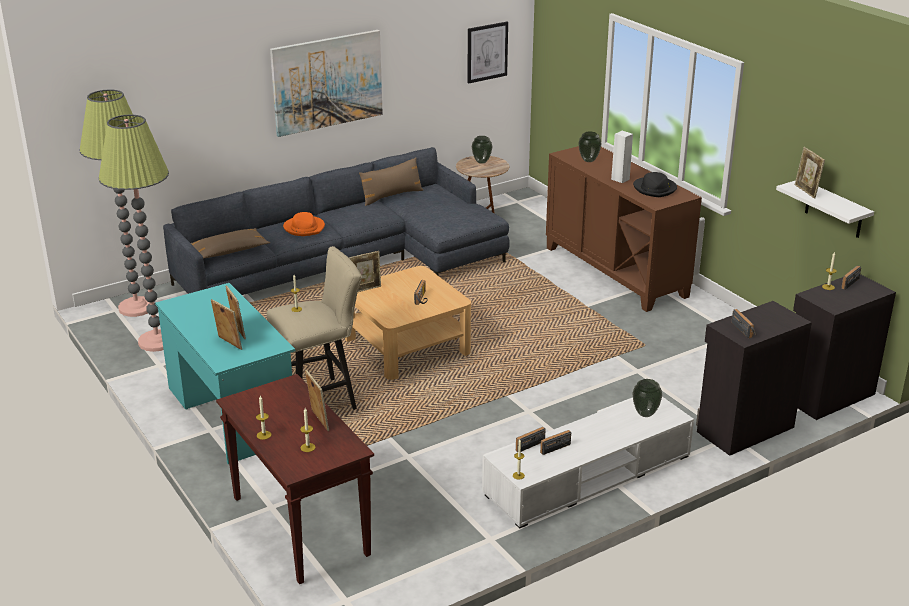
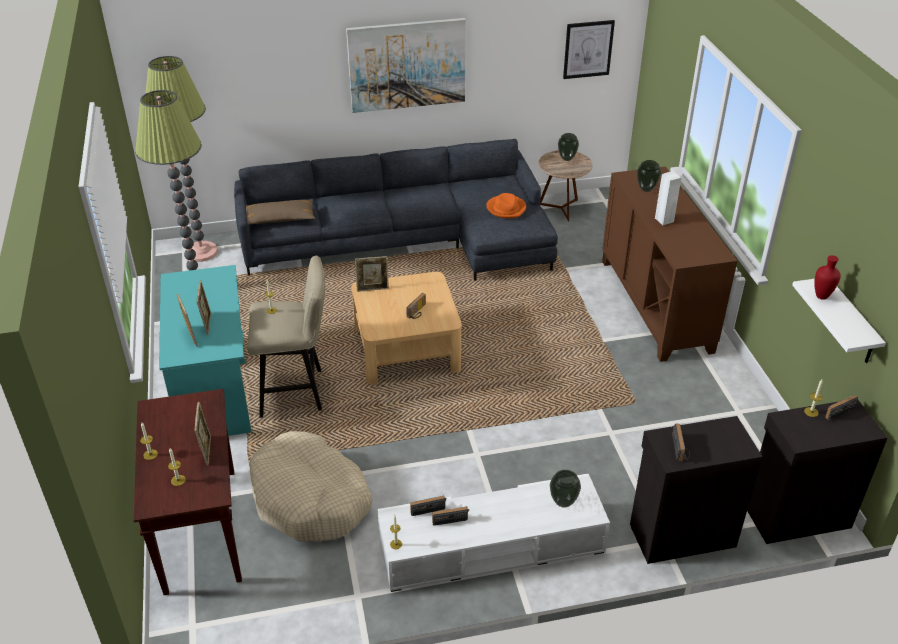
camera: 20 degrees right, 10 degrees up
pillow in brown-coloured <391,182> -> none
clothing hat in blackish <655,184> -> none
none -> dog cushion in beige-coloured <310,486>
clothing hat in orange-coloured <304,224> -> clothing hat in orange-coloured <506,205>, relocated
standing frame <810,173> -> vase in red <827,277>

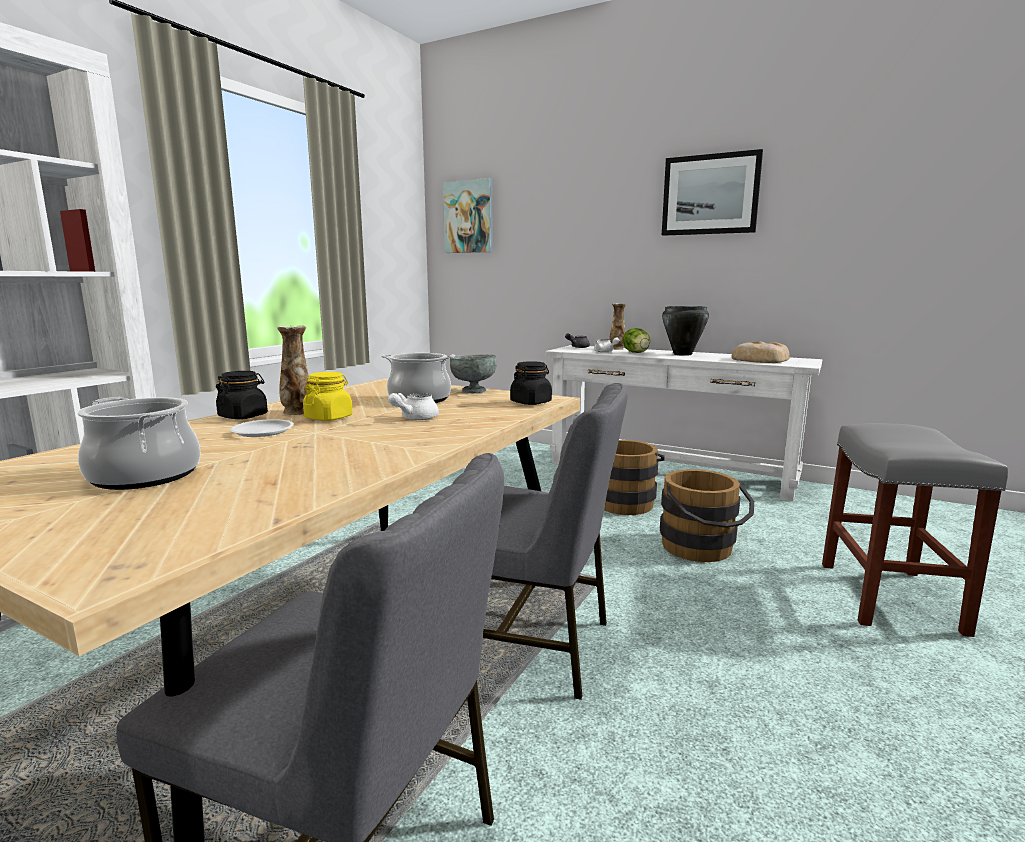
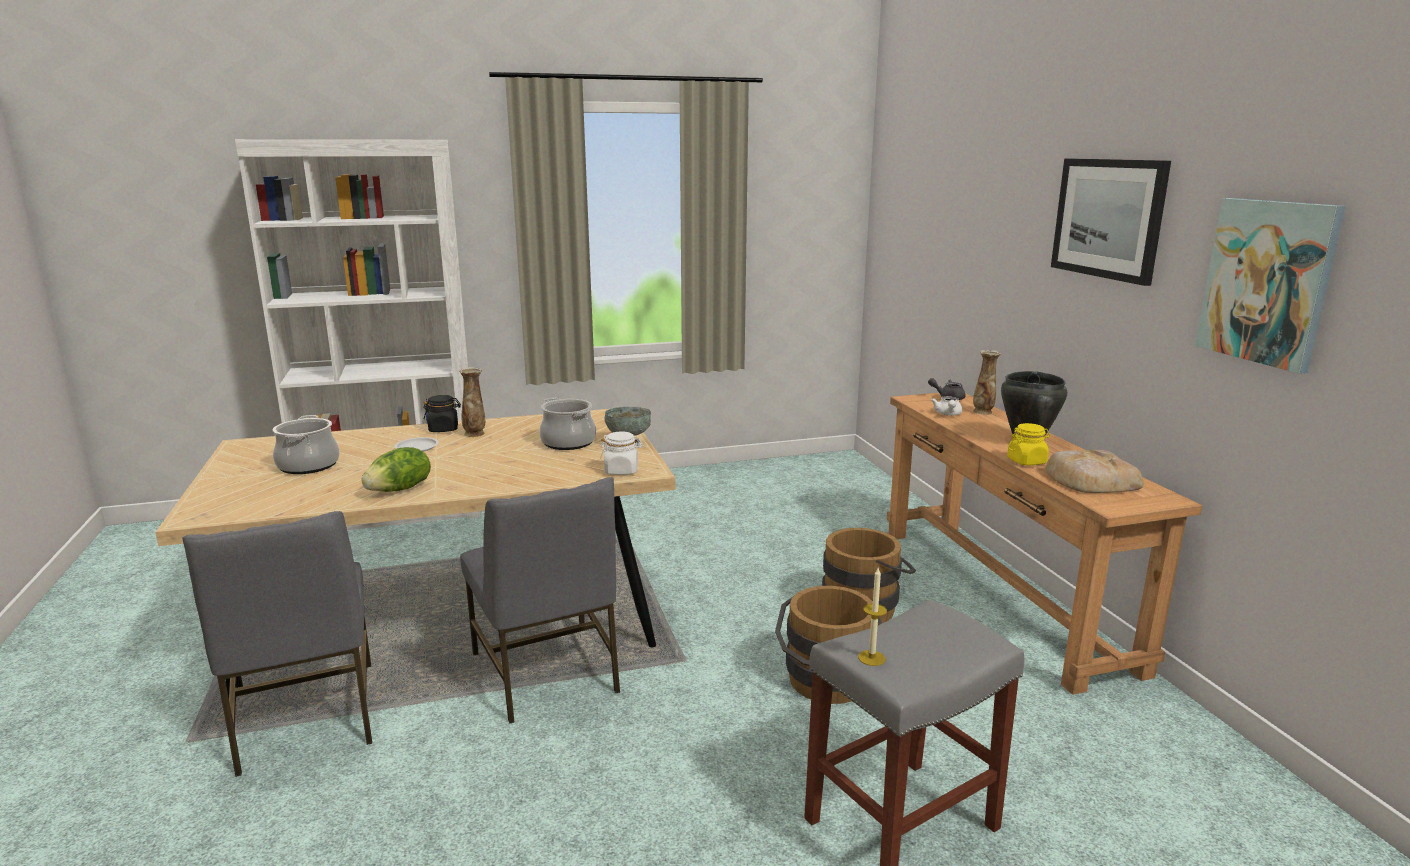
camera: 45 degrees right, 5 degrees up
tea pot in white <413,406> -> none
none -> wax light <872,617>
storage jar in yellowish <328,396> -> storage jar in yellowish <1028,444>, relocated
wall art <468,215> -> wall art <1270,286>, relocated
head of lettuce <636,340> -> head of lettuce <396,469>, relocated
storage jar in blackish <531,383> -> storage jar in white <621,453>
hall table in white <684,423> -> hall table in brown-coloured <1044,544>

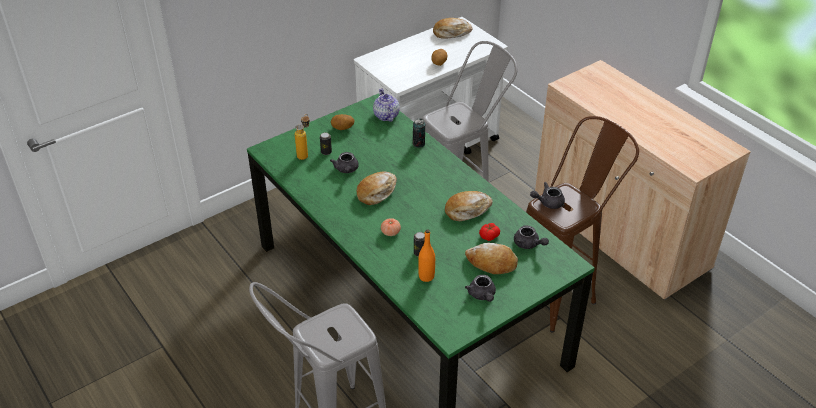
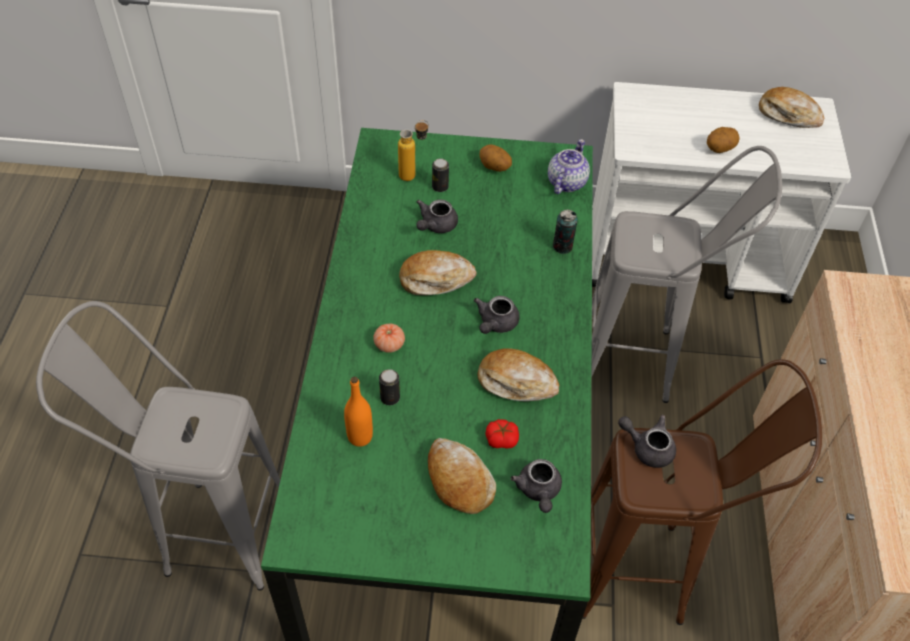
camera: 40 degrees right, 10 degrees up
tea pot in greyish <480,288> -> tea pot in greyish <496,315>, relocated

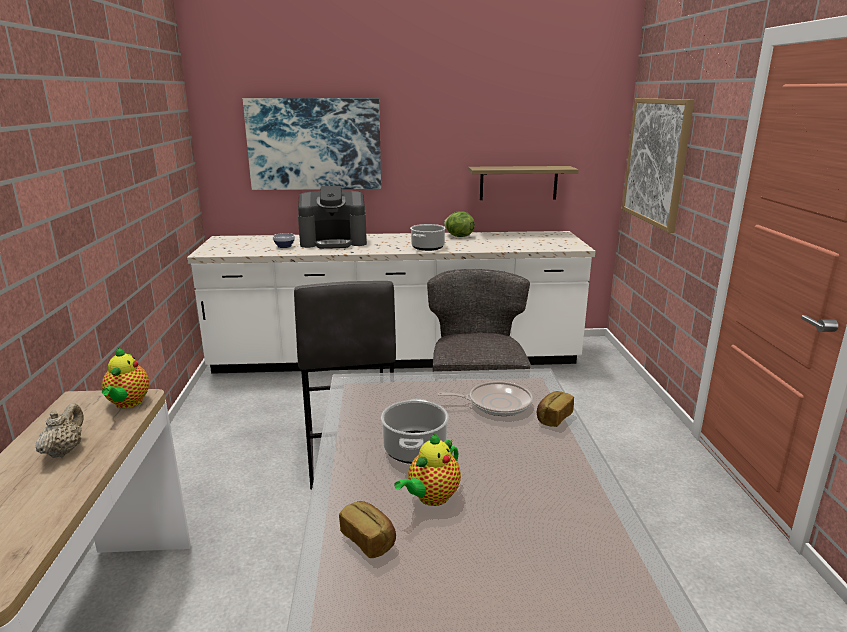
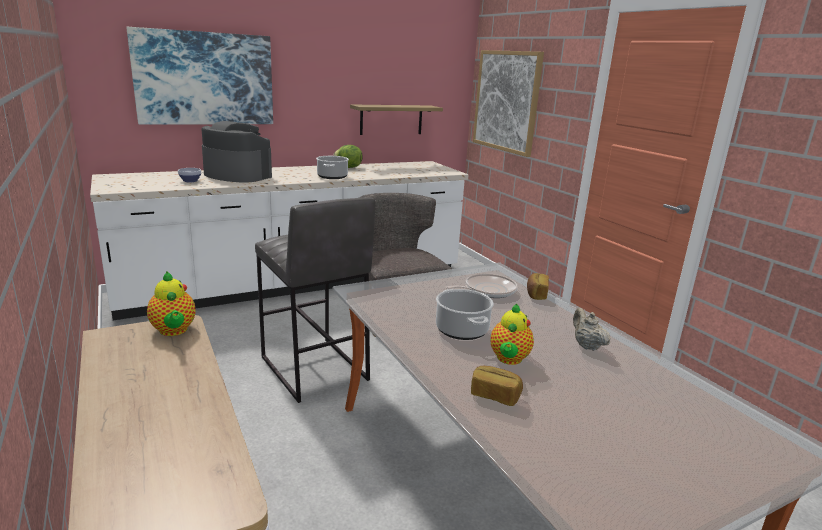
camera: 25 degrees left, 0 degrees up
tea pot in beige-coloured <60,430> -> tea pot in beige-coloured <591,329>, relocated
coffee machine <332,217> -> coffee machine <236,152>, 120 degrees counterclockwise

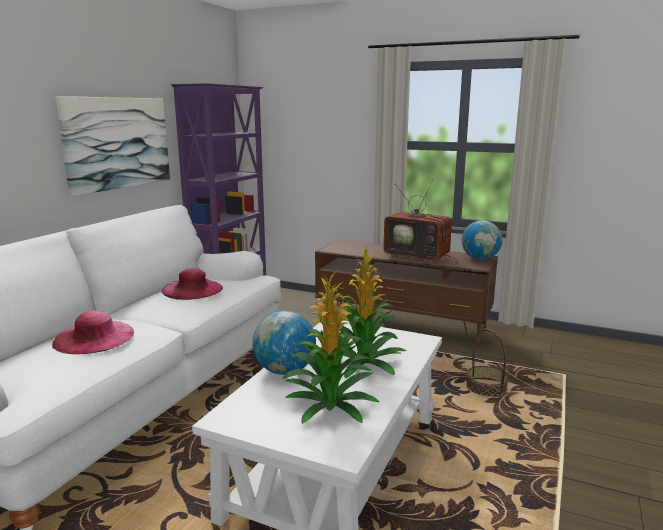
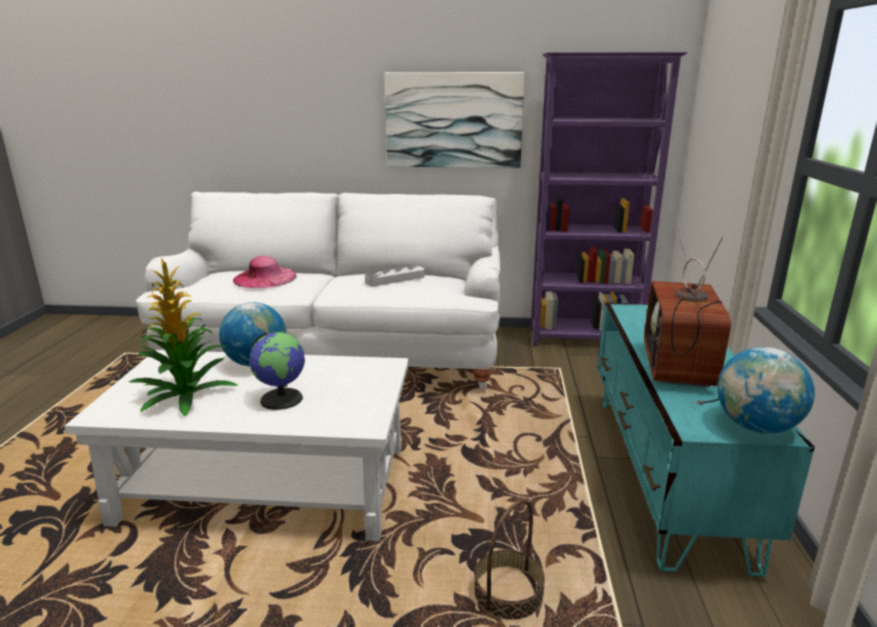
camera: 70 degrees right, 5 degrees up
clothing hat in pink <192,284> -> carrying tray in greyish <395,276>
houseplant <372,312> -> desk globe <277,371>
tv unit in brown-coloured <406,293> -> tv unit in blue-green <706,440>

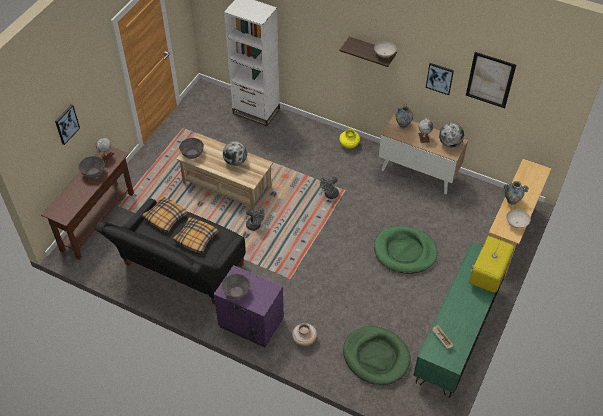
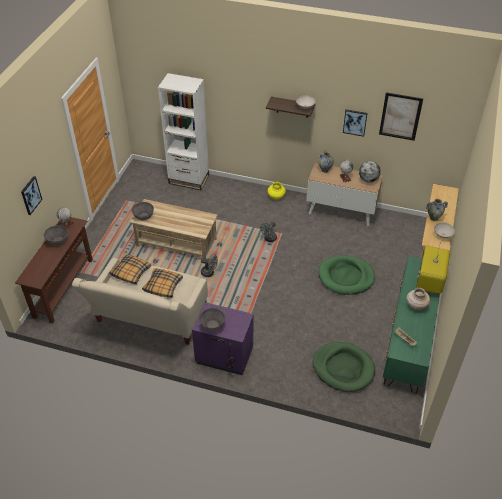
camera: 10 degrees left, 5 degrees down
desk globe <235,153> -> none
vase in beige-coloured <304,334> -> vase in beige-coloured <418,299>, relocated
couch in blackish <170,251> -> couch in beige-coloured <140,301>

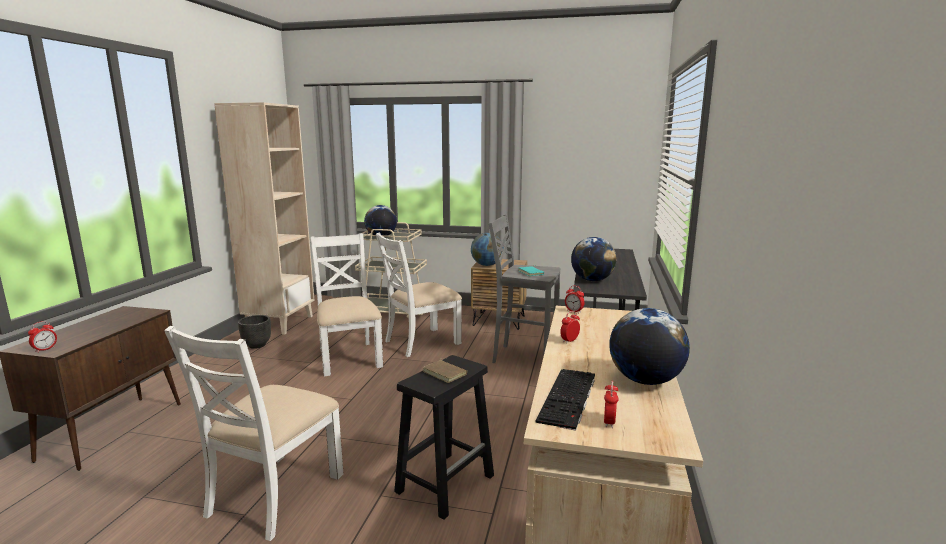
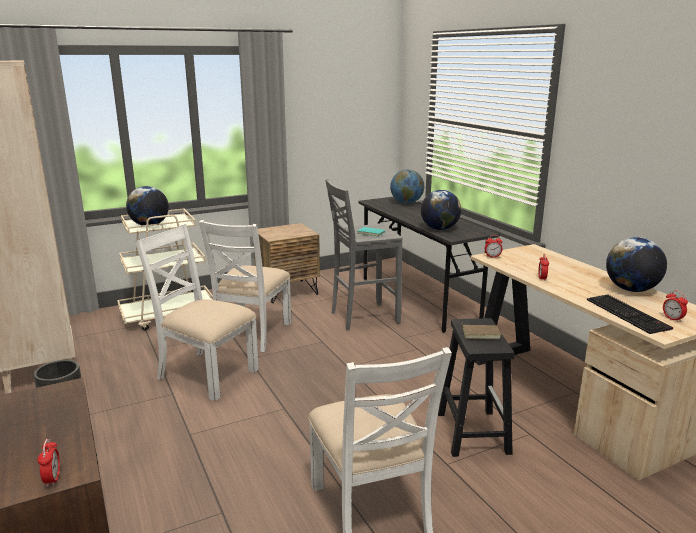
camera: 40 degrees left, 5 degrees up
desk globe <487,249> -> desk globe <407,186>, relocated

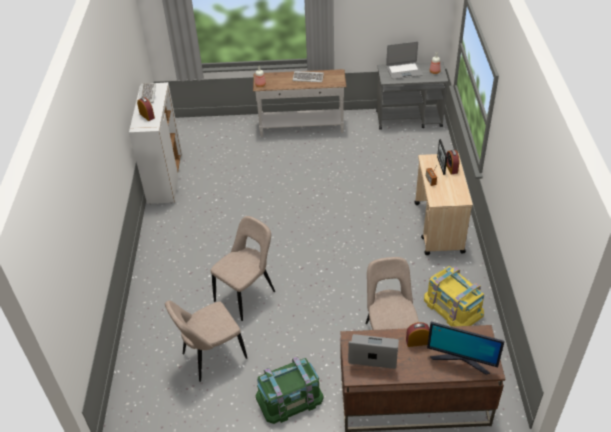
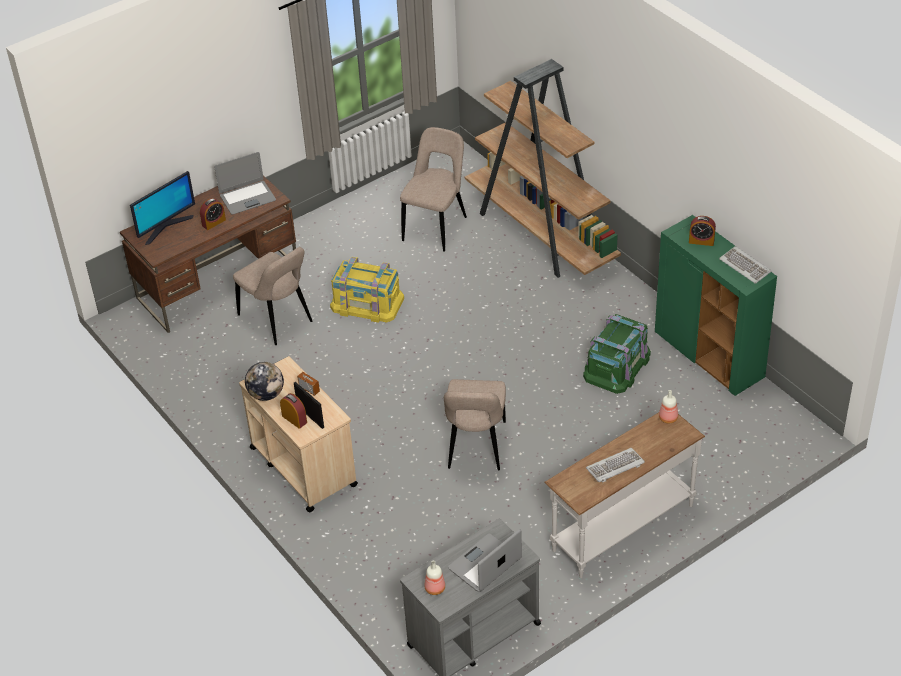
camera: 145 degrees right, 0 degrees up
none -> desk globe <264,381>
none -> bookcase in brown-coloured <543,168>
plain chair in beige-coloured <243,268> -> plain chair in beige-coloured <475,424>, relocated
storage box in greenish <290,390> -> storage box in greenish <617,354>, relocated
storage box in yellowish <454,296> -> storage box in yellowish <367,290>, relocated
cabinet in white <155,143> -> cabinet in greenish <716,305>
computer display <466,348> -> computer display <162,208>, 150 degrees clockwise

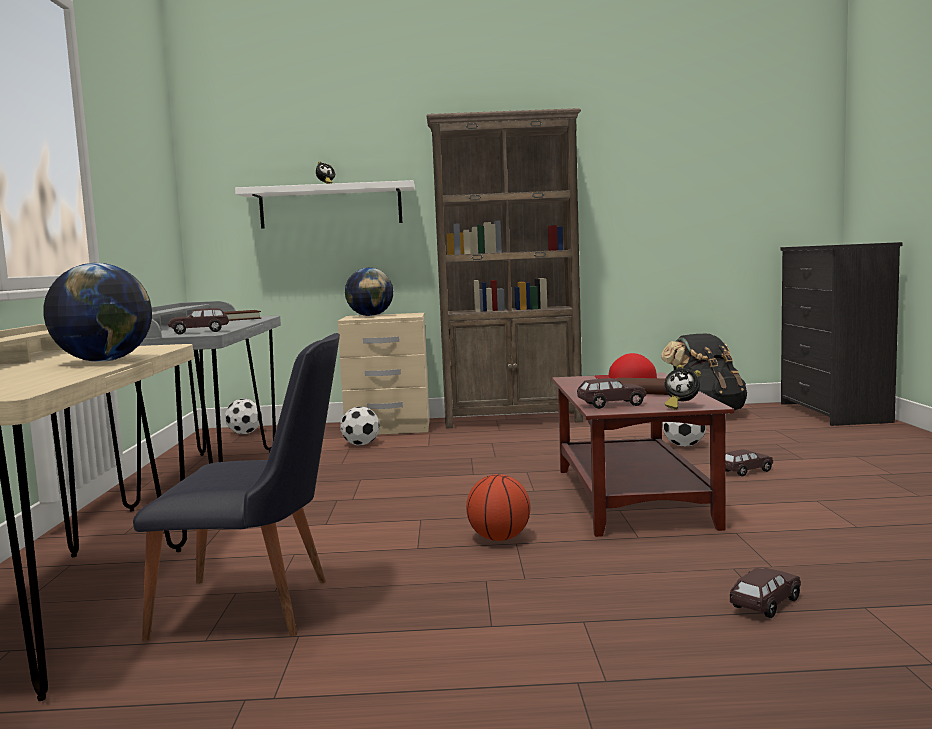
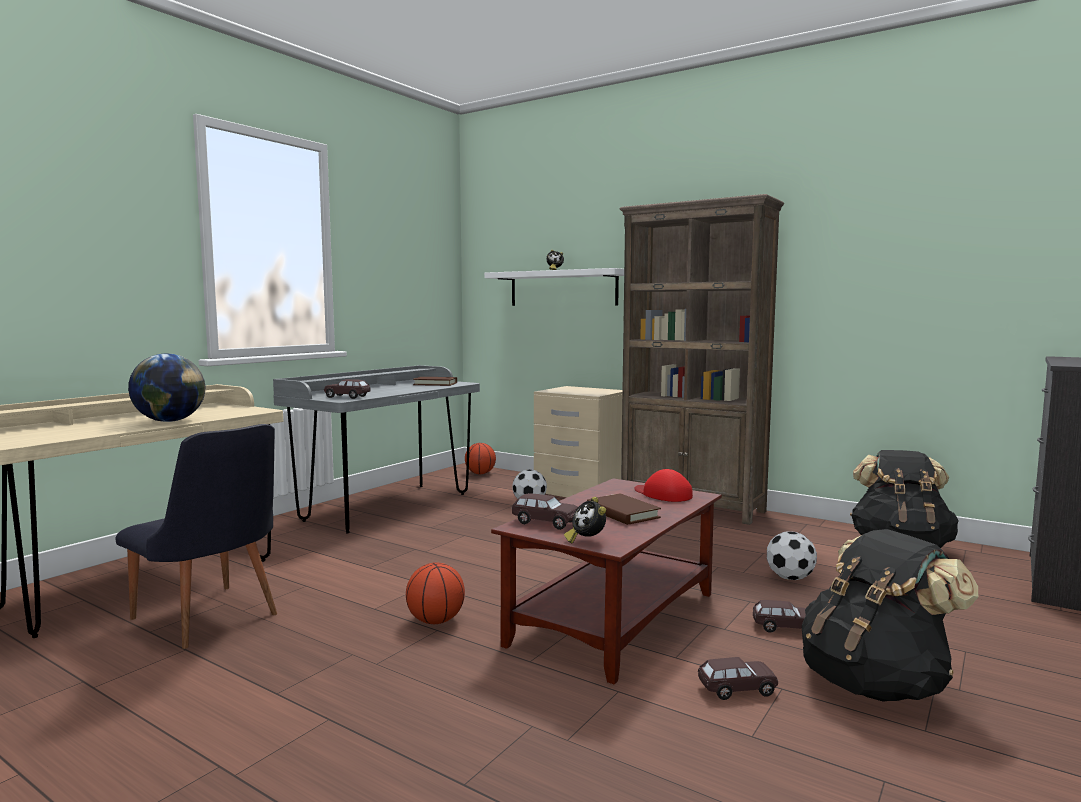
camera: 35 degrees right, 0 degrees up
desk globe <369,292> -> none
none -> rucksack in blackish <890,615>
toy car in brown-coloured <765,593> -> toy car in brown-coloured <738,678>, relocated
football ball <243,416> -> basketball ball <480,458>

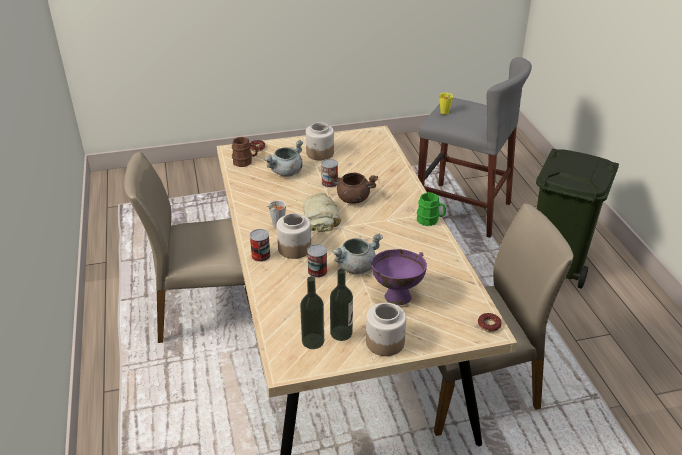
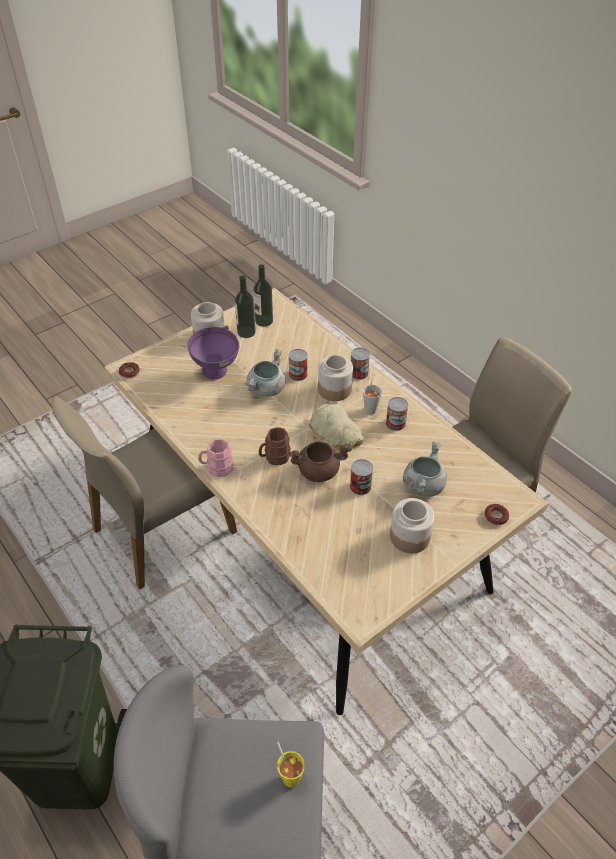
camera: 155 degrees right, 10 degrees up
none -> metal can <397,414>
coffee mug in brown-coloured <245,152> -> coffee mug in brown-coloured <275,446>, relocated
coffee mug in greenish <431,209> -> coffee mug in pink <216,458>

